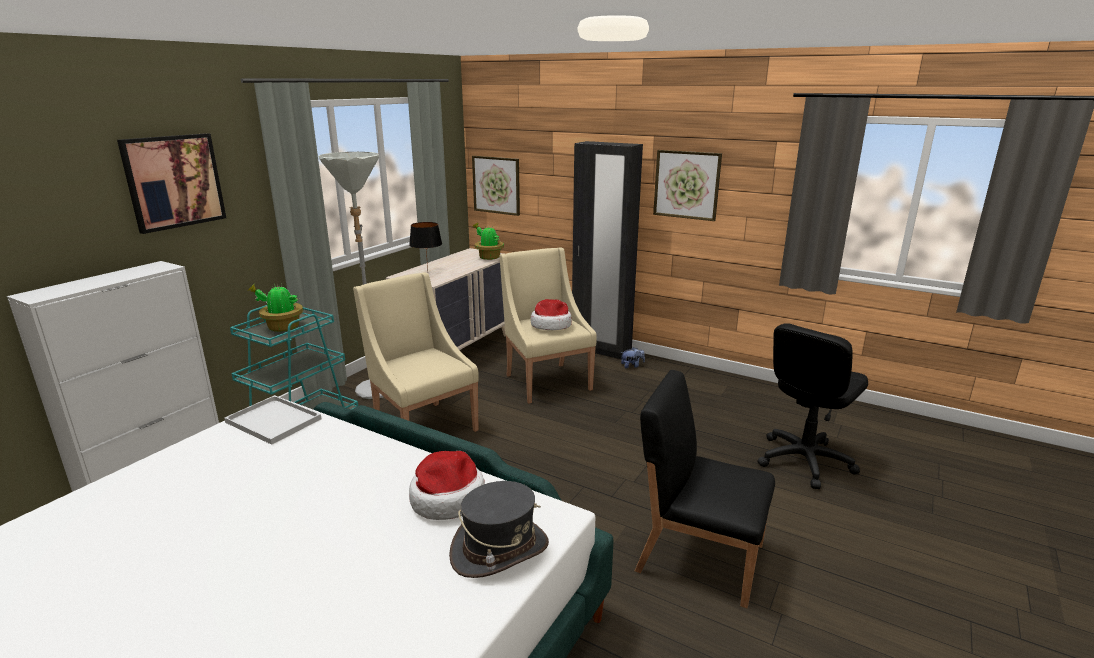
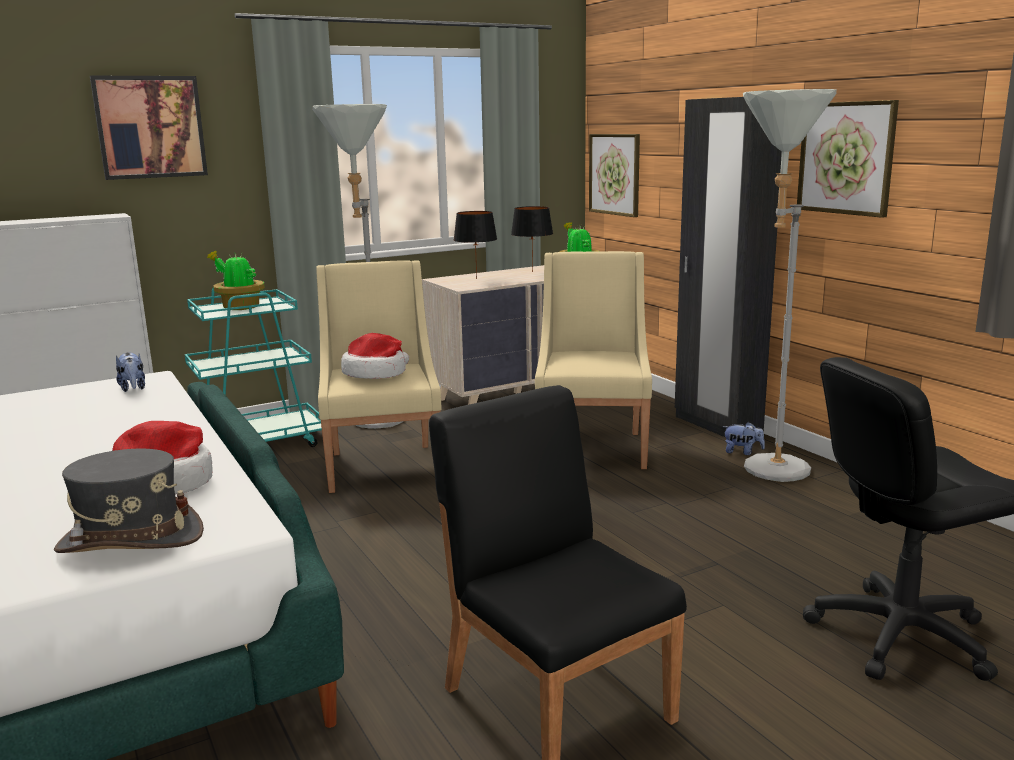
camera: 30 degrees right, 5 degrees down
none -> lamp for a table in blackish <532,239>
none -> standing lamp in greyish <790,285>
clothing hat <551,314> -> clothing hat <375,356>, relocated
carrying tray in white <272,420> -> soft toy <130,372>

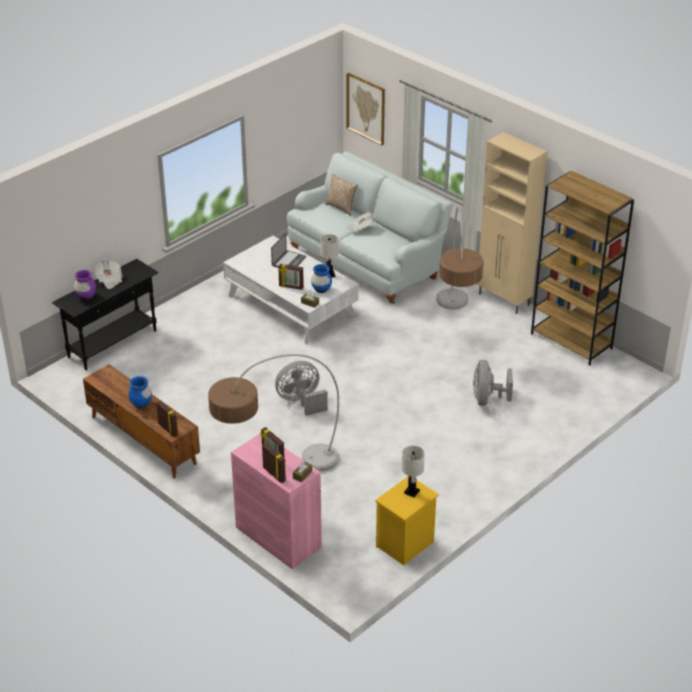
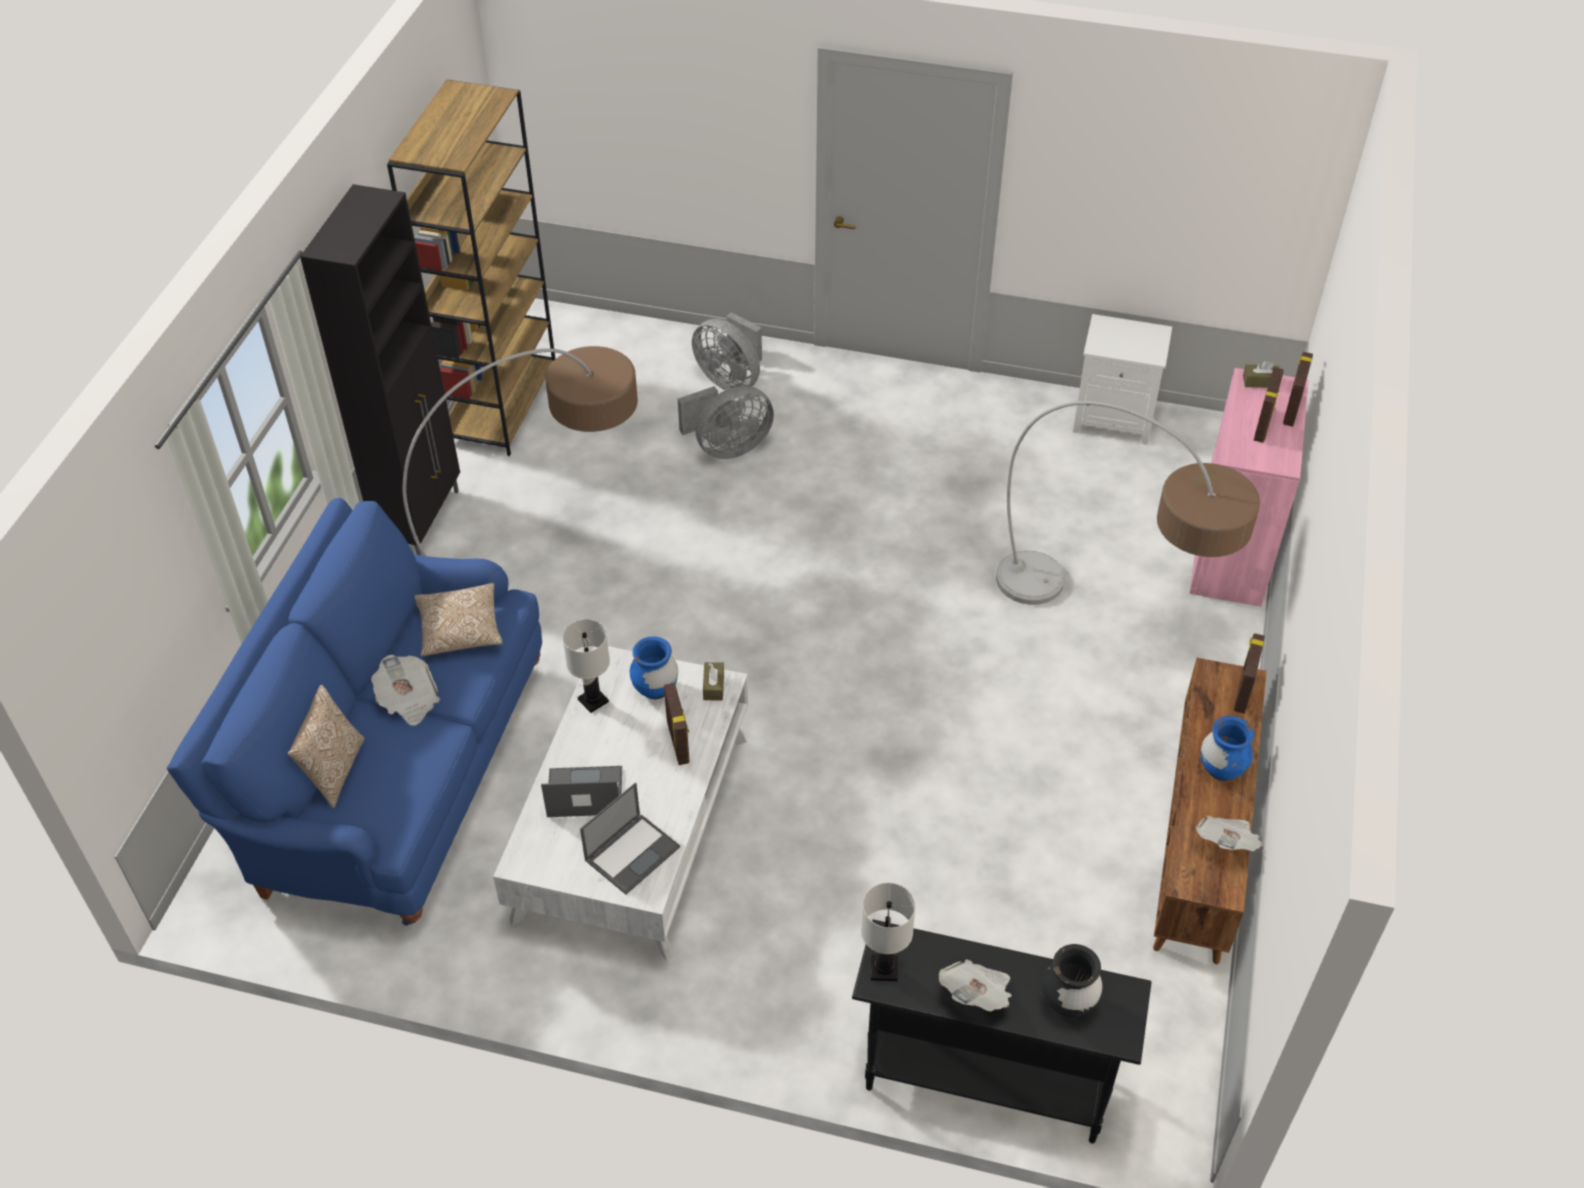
camera: 120 degrees left, 10 degrees up
wall art <366,109> -> none
none -> pillow <458,619>
none -> portable computer <630,838>
none -> daily paper <1229,833>
fan in greyish <301,388> -> fan in greyish <727,351>, relocated
lamp for a table in white <413,472> -> lamp for a table in white <888,932>, relocated
vase in purplish <85,285> -> vase in blackish <1072,980>
couch in white <370,227> -> couch in bluish <354,712>
night table in yellowish <407,521> -> night table in white <1122,379>
cabinet in beige-coloured <512,223> -> cabinet in blackish <380,370>

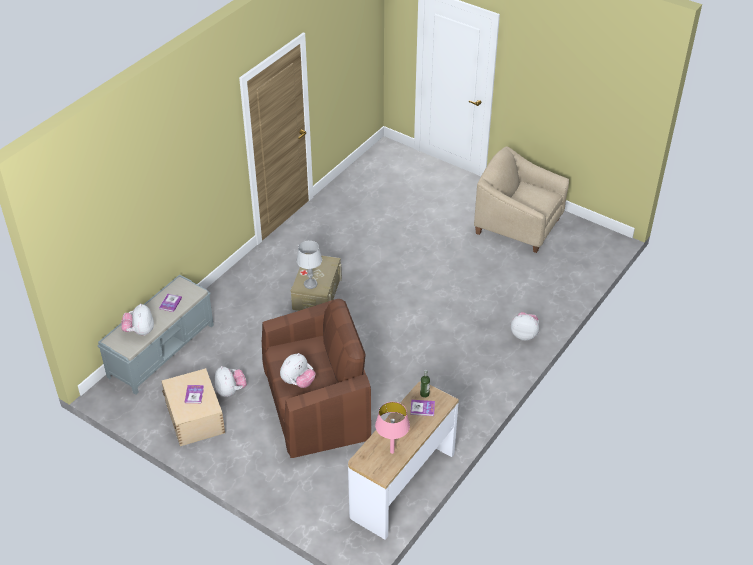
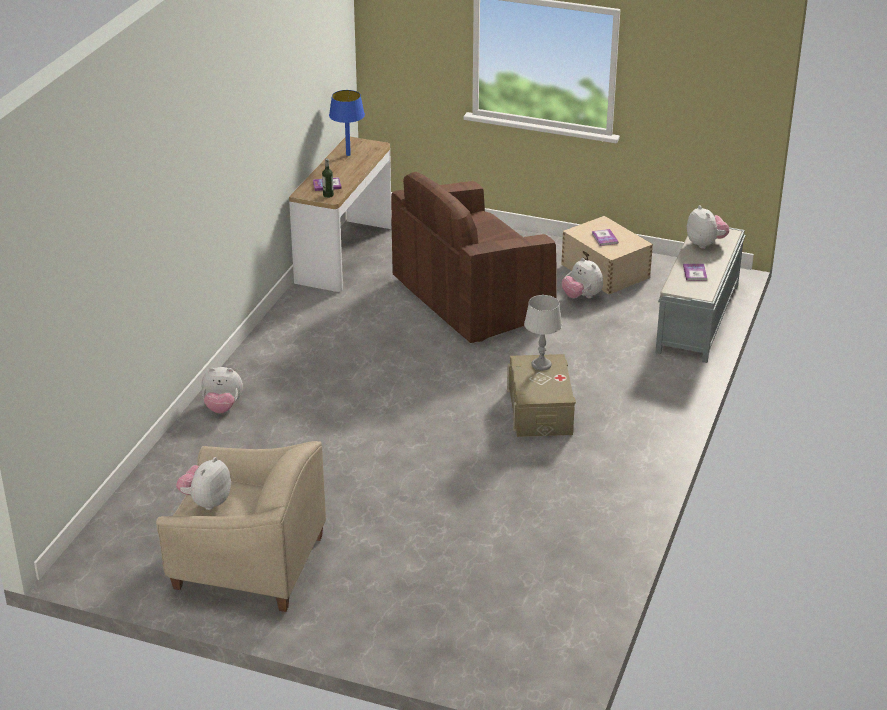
camera: 165 degrees right, 10 degrees down
soft toy <298,370> -> soft toy <203,483>, relocated
lamp for a table in pink <392,428> -> lamp for a table in bluish <347,123>

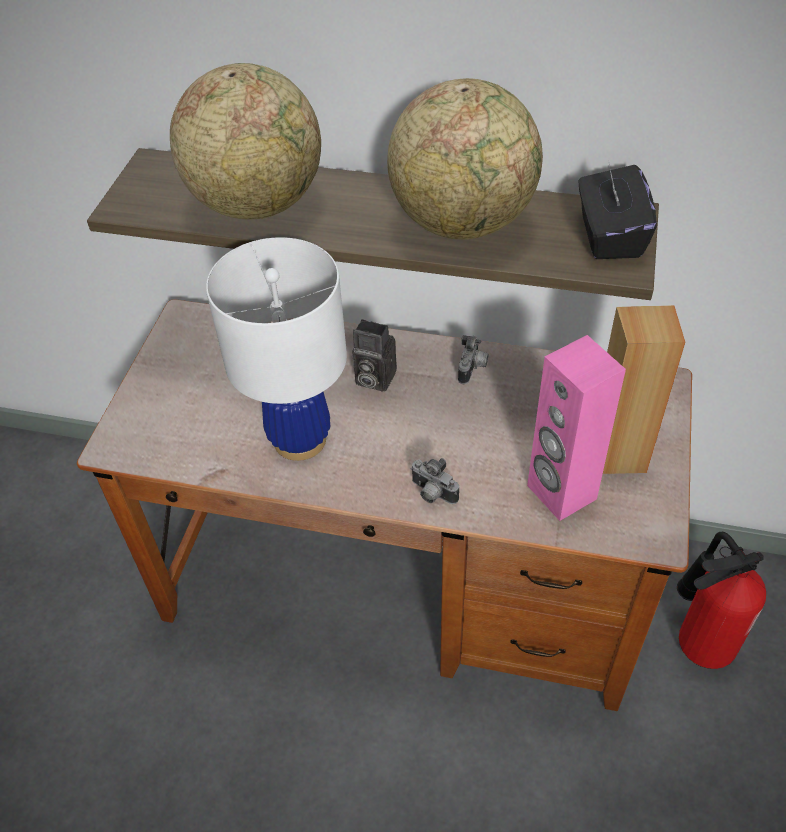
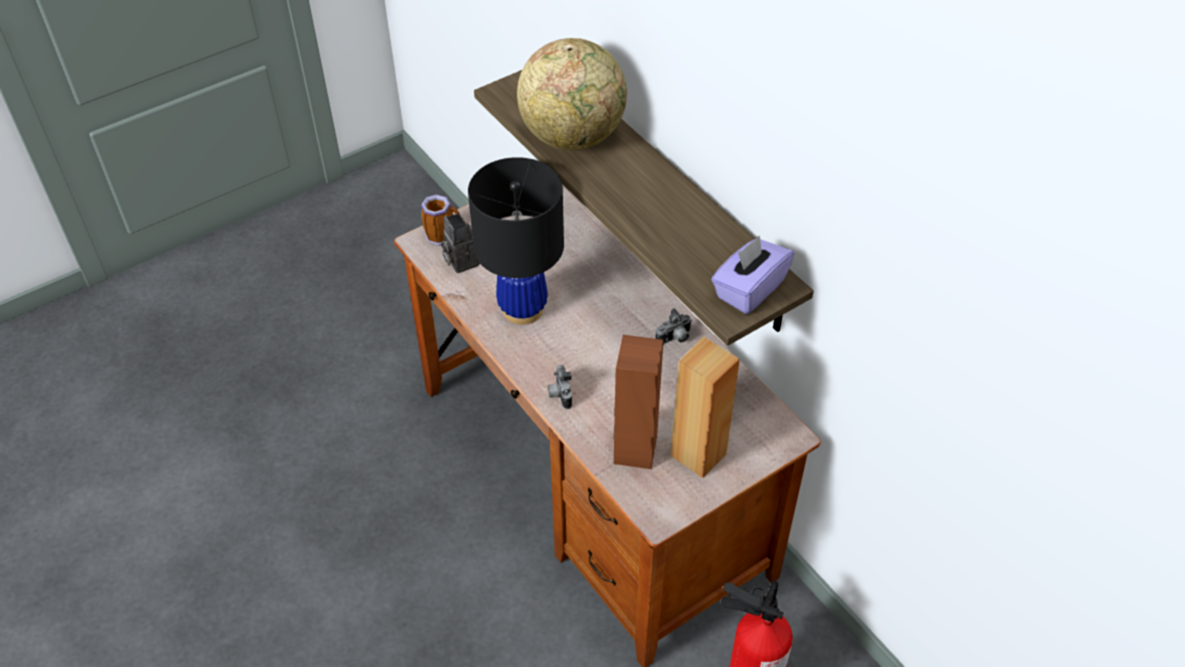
camera: 40 degrees right, 0 degrees up
desk globe <465,159> -> none
none -> coffee mug <440,220>
still camera <374,355> -> still camera <460,243>, relocated
lamp for a table in white <276,349> -> lamp for a table in blackish <516,241>
audio speaker in pink <576,428> -> audio speaker in brown-coloured <638,402>
box of tissues in blackish <618,211> -> box of tissues in purplish <752,275>

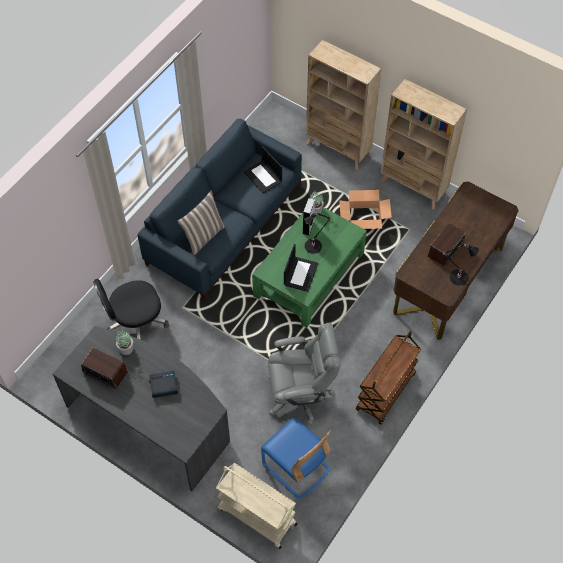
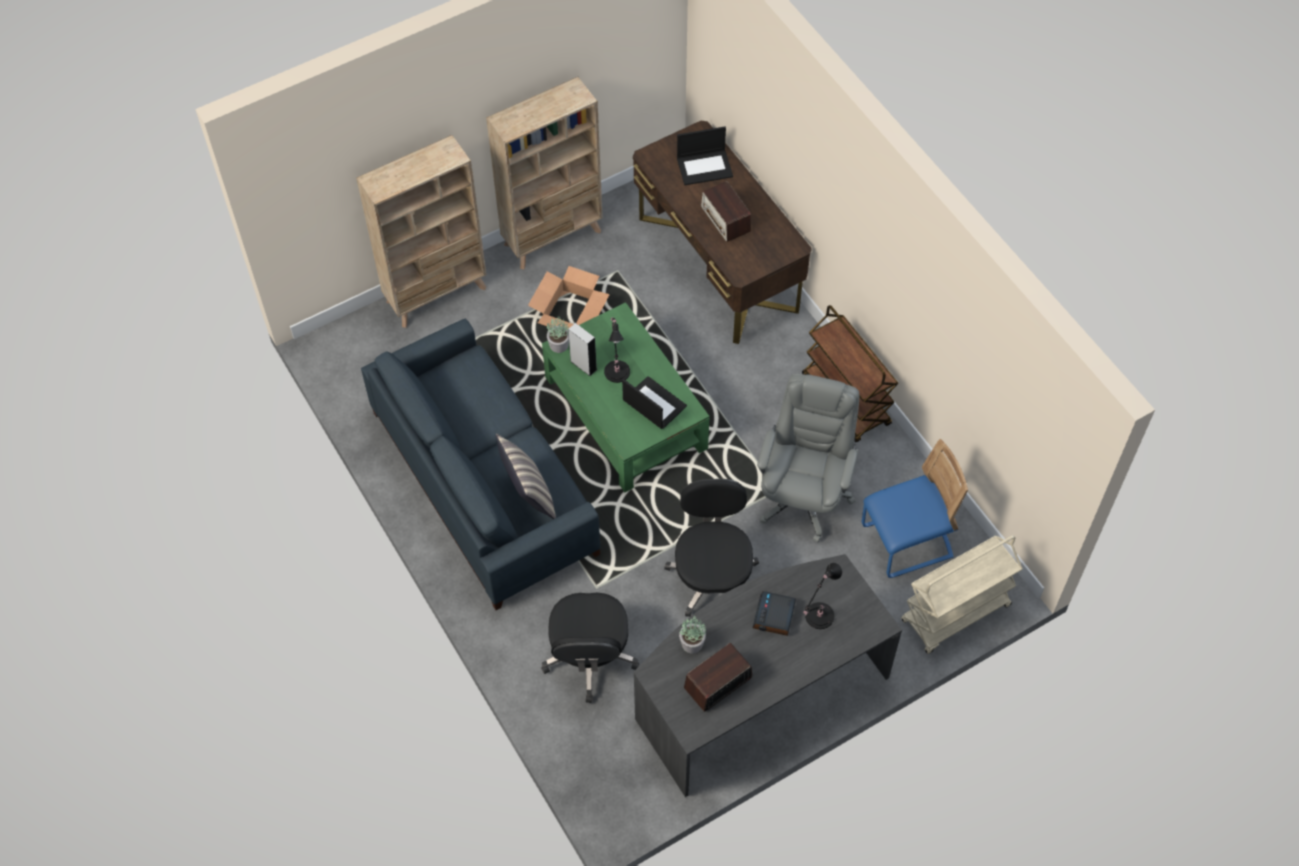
camera: 65 degrees left, 0 degrees up
none -> desk chair in blackish <711,548>
portable computer <262,169> -> portable computer <705,156>, relocated
lamp for a table in blackish <461,264> -> lamp for a table in blackish <822,596>, relocated

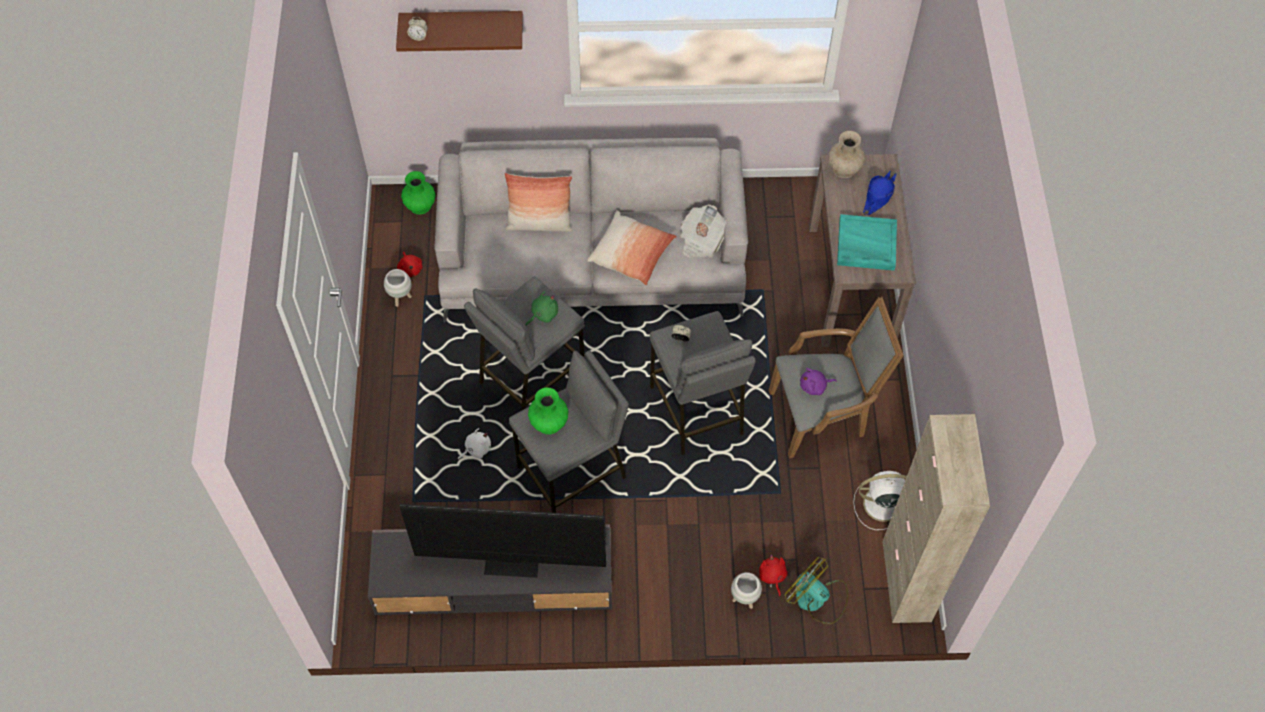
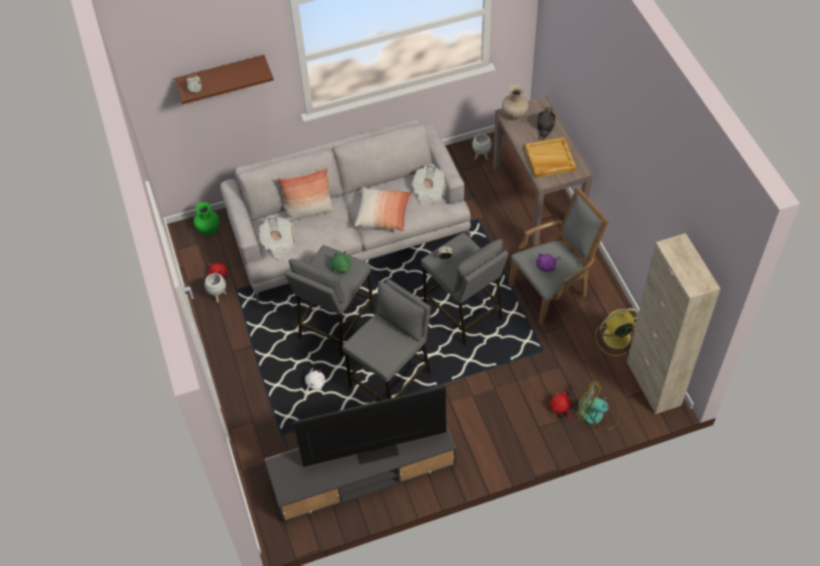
camera: 15 degrees left, 5 degrees down
vase in greenish <548,410> -> none
none -> daily paper <277,237>
planter in white <746,590> -> planter in white <482,147>, relocated
carrying tray in blue-green <867,242> -> carrying tray in beige-coloured <550,157>
fan in white <880,500> -> fan in yellowish <617,332>
clothing hat in bluish <880,193> -> clothing hat in blackish <546,123>

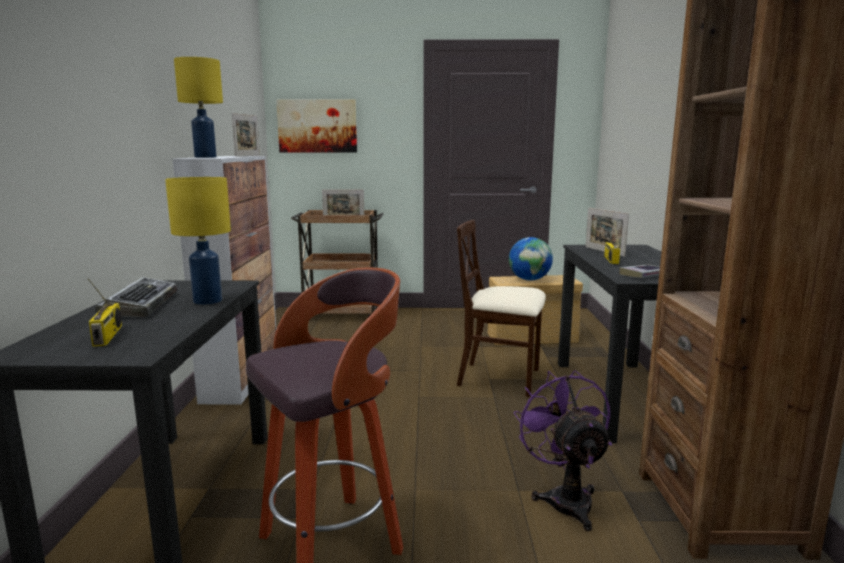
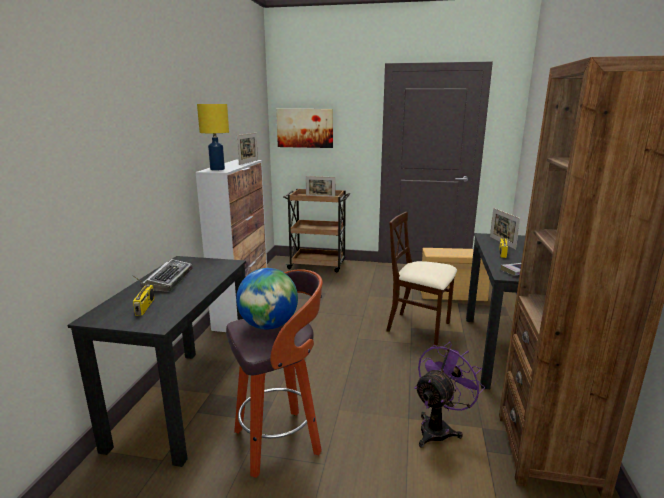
camera: 10 degrees right, 5 degrees up
lamp for a table in yellowish <198,241> -> none
desk globe <531,259> -> desk globe <267,299>, relocated
fan in purplish <563,450> -> fan in purplish <449,395>, 45 degrees clockwise

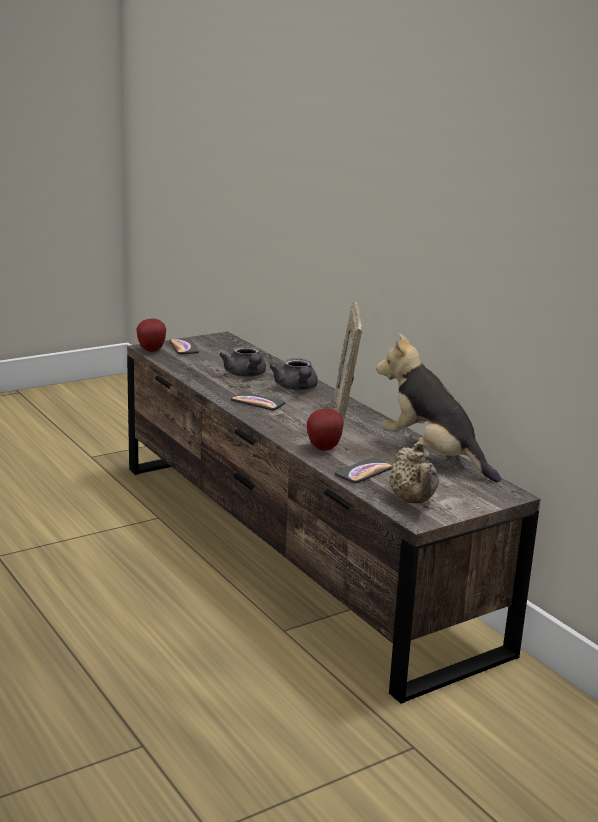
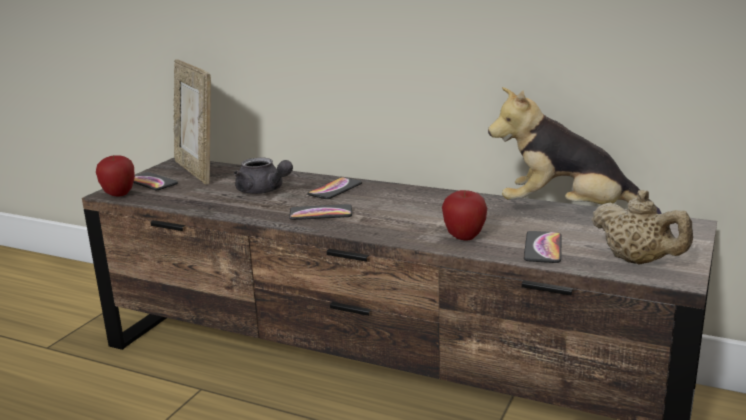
camera: 30 degrees left, 0 degrees up
standing frame <348,362> -> standing frame <192,121>, relocated
tea pot in greyish <293,374> -> phone <335,188>

